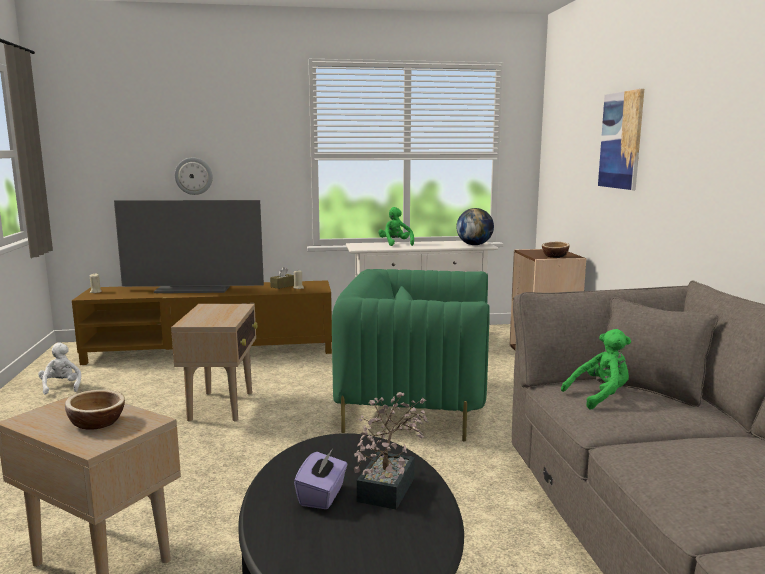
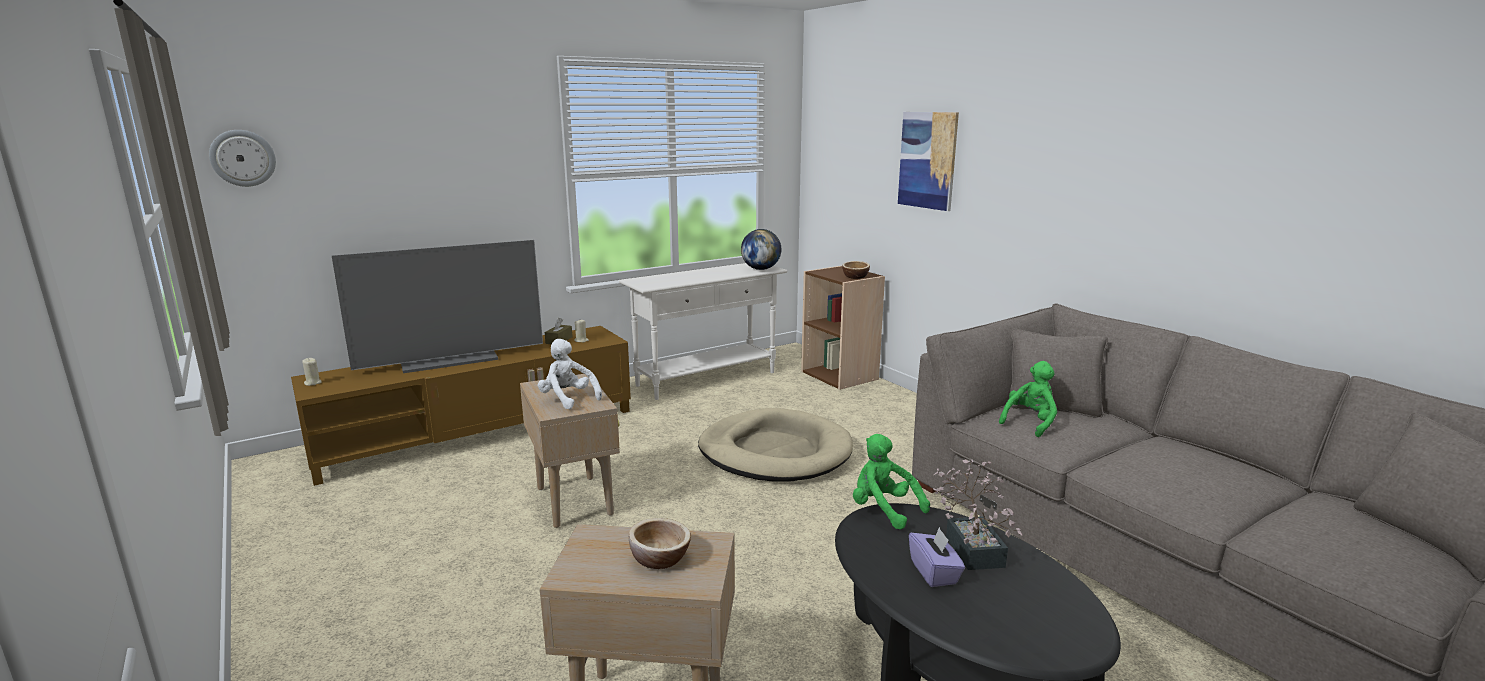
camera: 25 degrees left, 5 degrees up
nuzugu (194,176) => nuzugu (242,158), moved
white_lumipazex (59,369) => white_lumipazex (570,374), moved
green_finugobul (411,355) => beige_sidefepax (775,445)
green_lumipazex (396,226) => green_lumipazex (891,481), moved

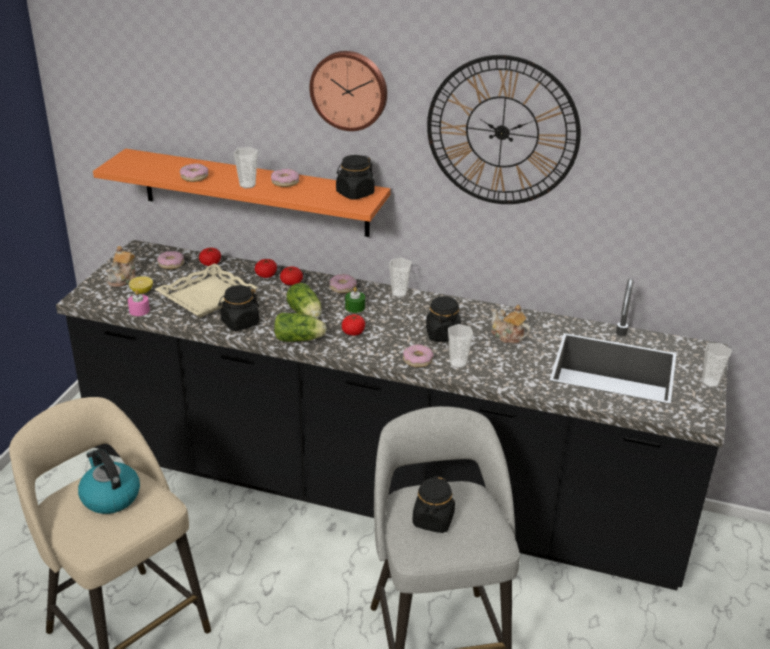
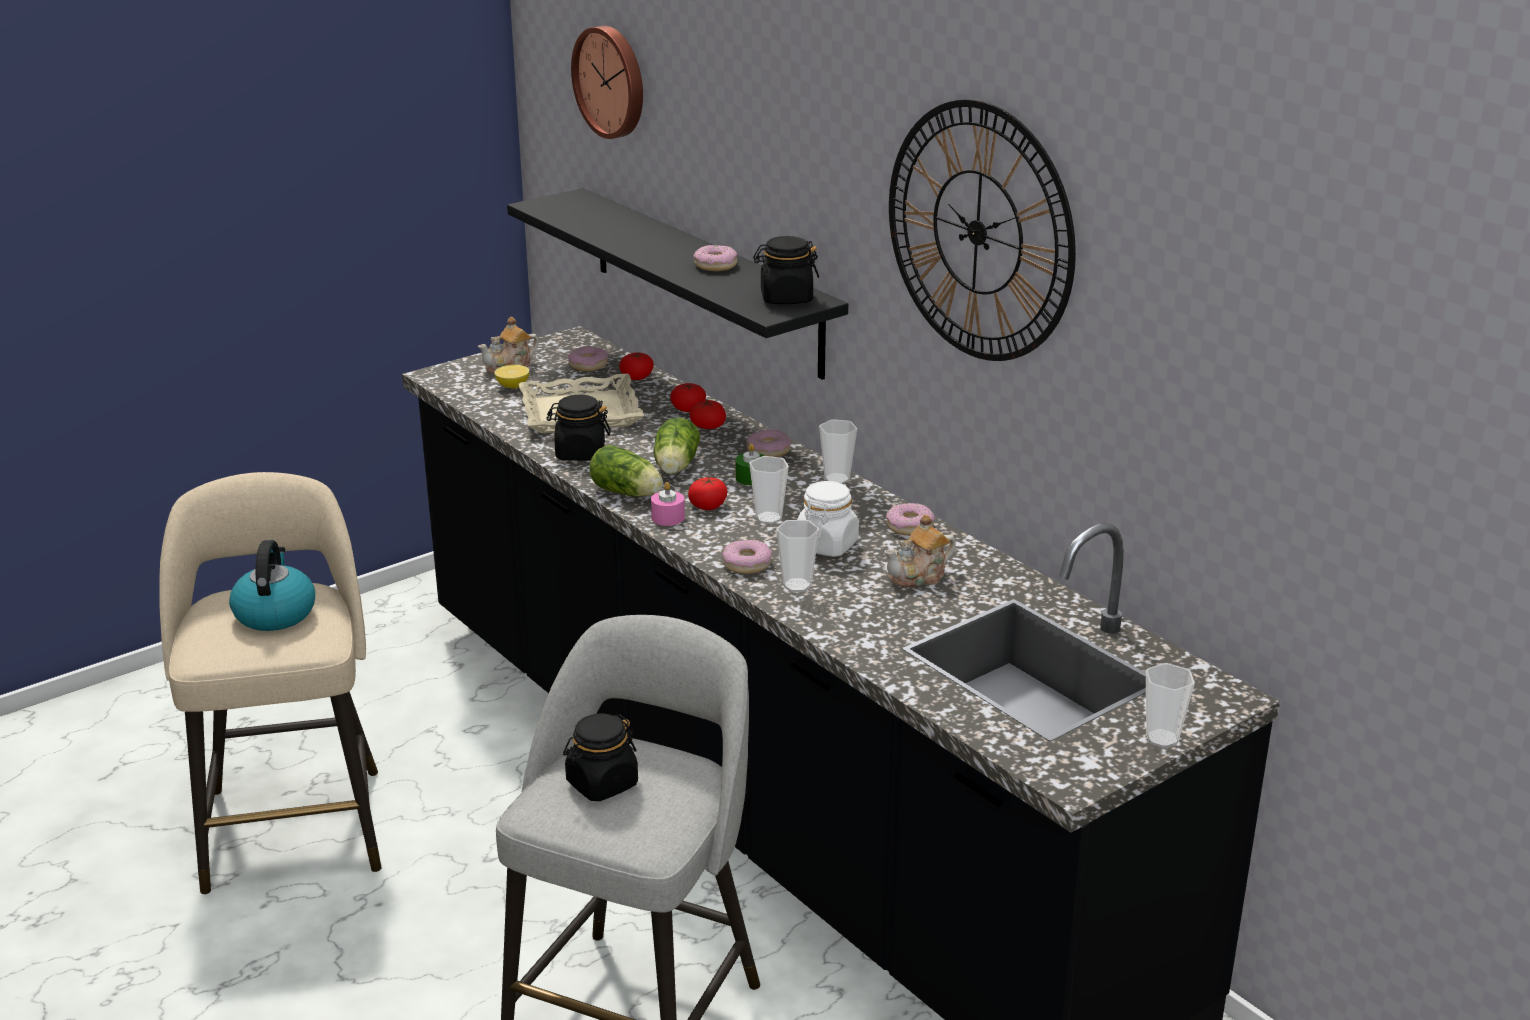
camera: 35 degrees right, 5 degrees down
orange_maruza (242,193) => black_maruza (677,284)
nuzugu (348,91) => nuzugu (607,82), moved
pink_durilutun (139,303) => pink_durilutun (668,504), moved
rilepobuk (245,168) => rilepobuk (769,490), moved
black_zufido (443,318) => white_zufido (828,519)
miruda (511,324) => miruda (920,550), 105 degrees counterclockwise
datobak (194,172) => datobak (910,519), moved

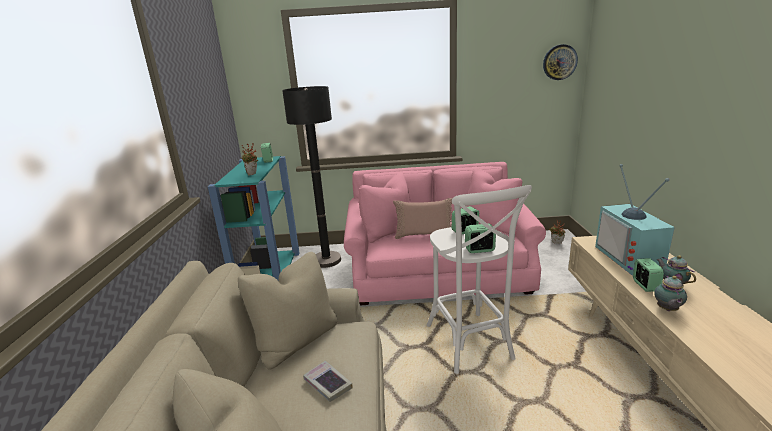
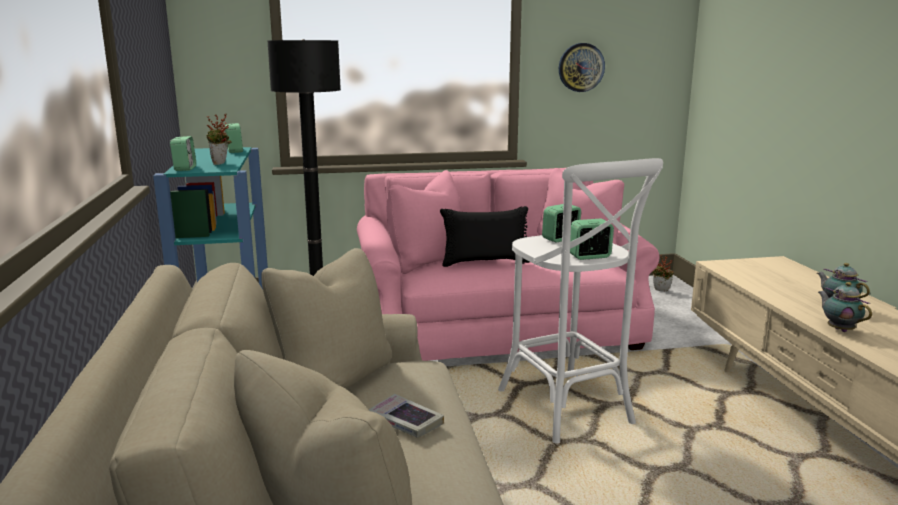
camera: 10 degrees left, 5 degrees down
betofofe (648,275) => betofofe (183,153), moved
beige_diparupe (423,218) => black_diparupe (484,236)
nuzugu (560,62) => nuzugu (582,67), moved
miruda (670,293) => miruda (845,307), 150 degrees clockwise
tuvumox (635,220) => nothing

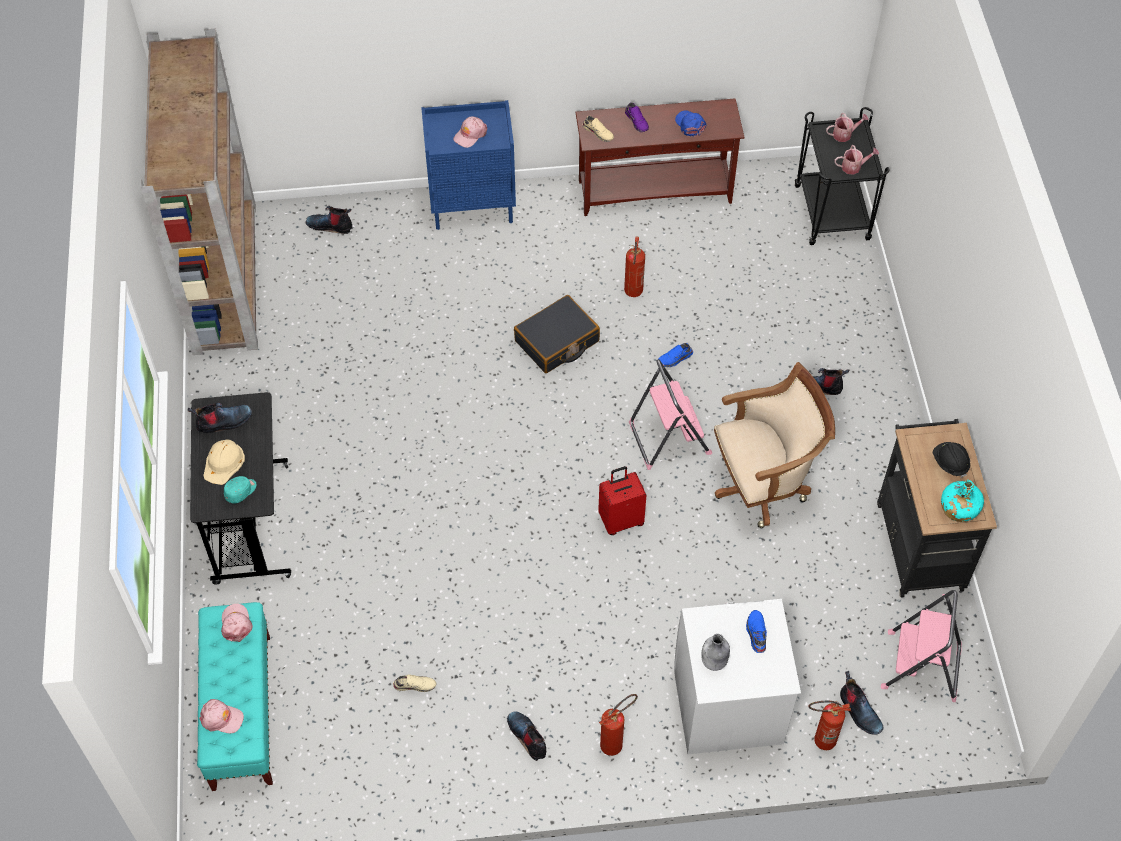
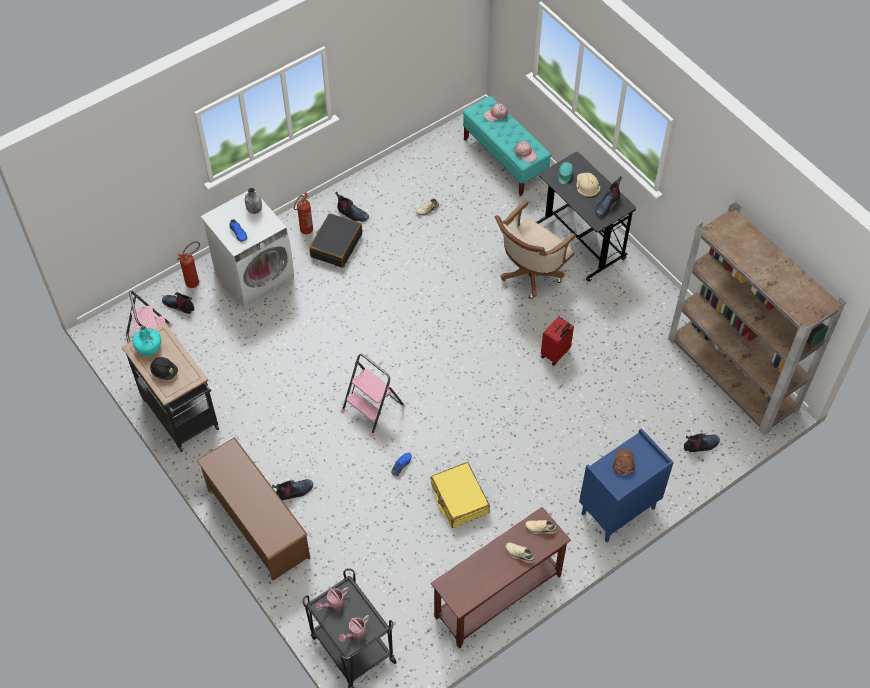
camera: 150 degrees right, 0 degrees up
nothing => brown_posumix (253,509)
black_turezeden (557,334) => black_turezeden (335,240), moved
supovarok (634,267) => yellow_turezeden (460,495)
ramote (774,445) => ramote (535,249), moved
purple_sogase (637,117) => beige_sogase (520,553)
red_turezeden (622,500) => red_turezeden (557,341), moved
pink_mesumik (470,132) => brown_mesumik (624,462)
blue_mesumik (690,123) => nothing

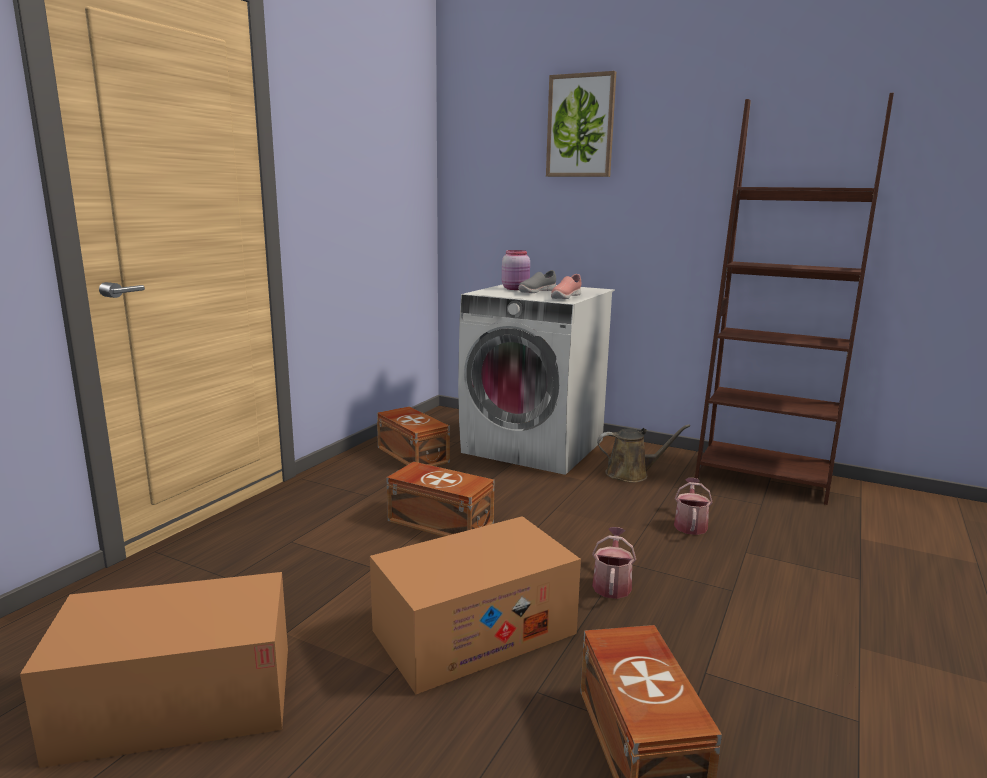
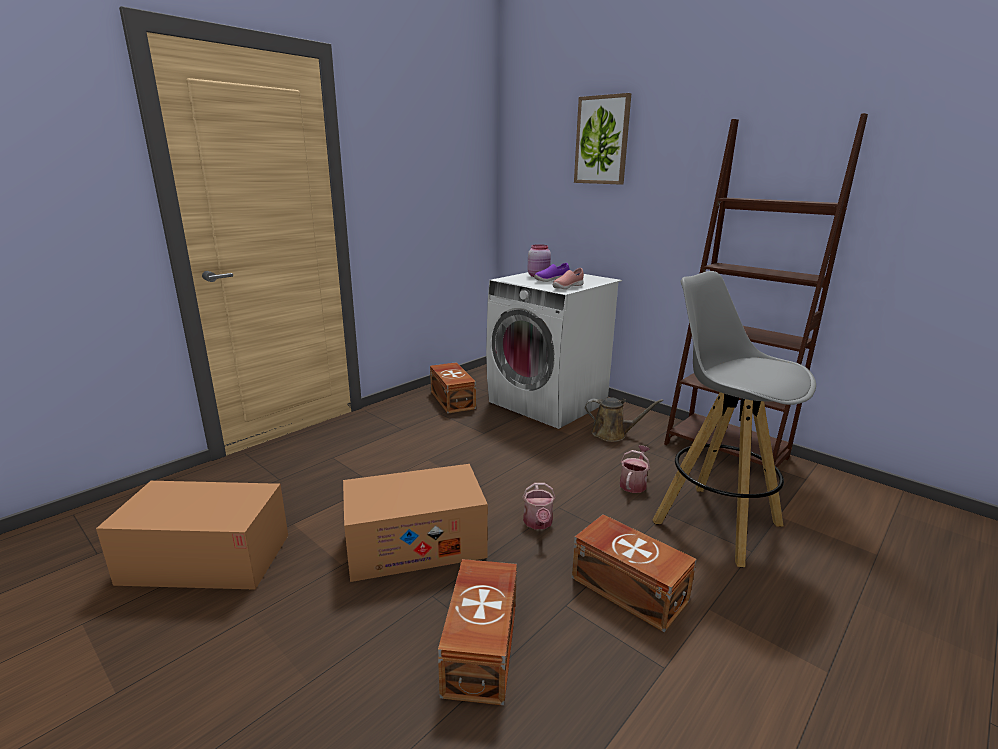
camera: 15 degrees right, 5 degrees up
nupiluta (614,563) => nupiluta (539,506), 150 degrees clockwise
grey_sogase (537,281) => purple_sogase (552,272)
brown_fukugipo (440,499) => brown_fukugipo (634,573), moved
nothing => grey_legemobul (734,419)

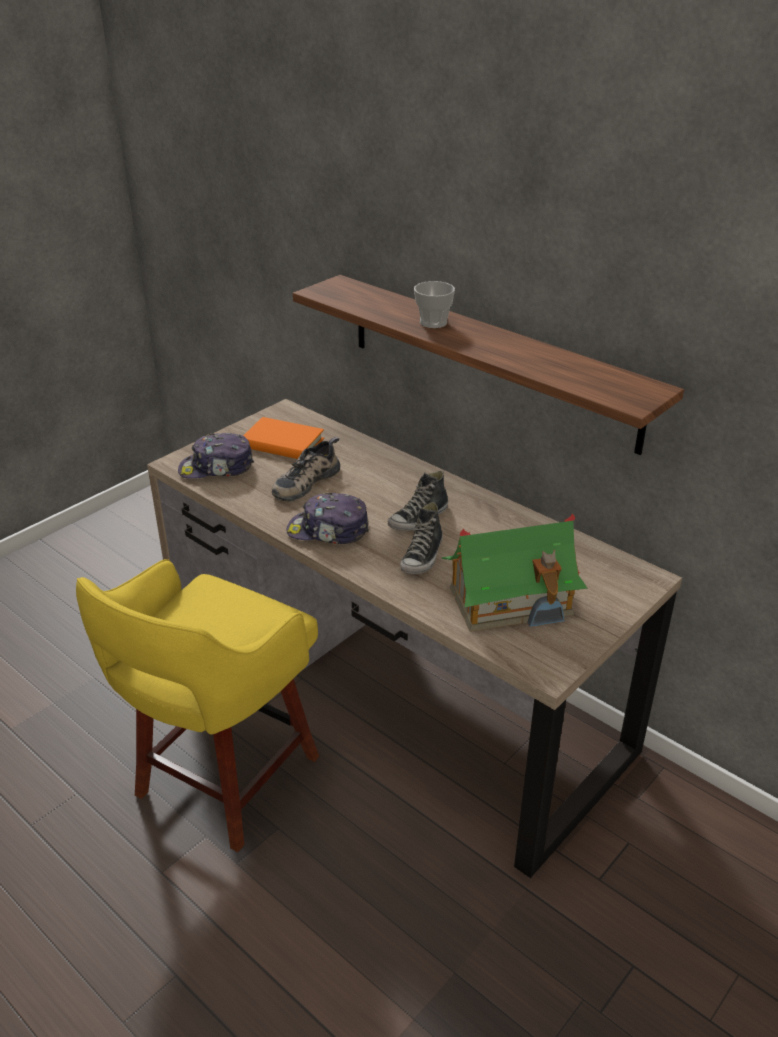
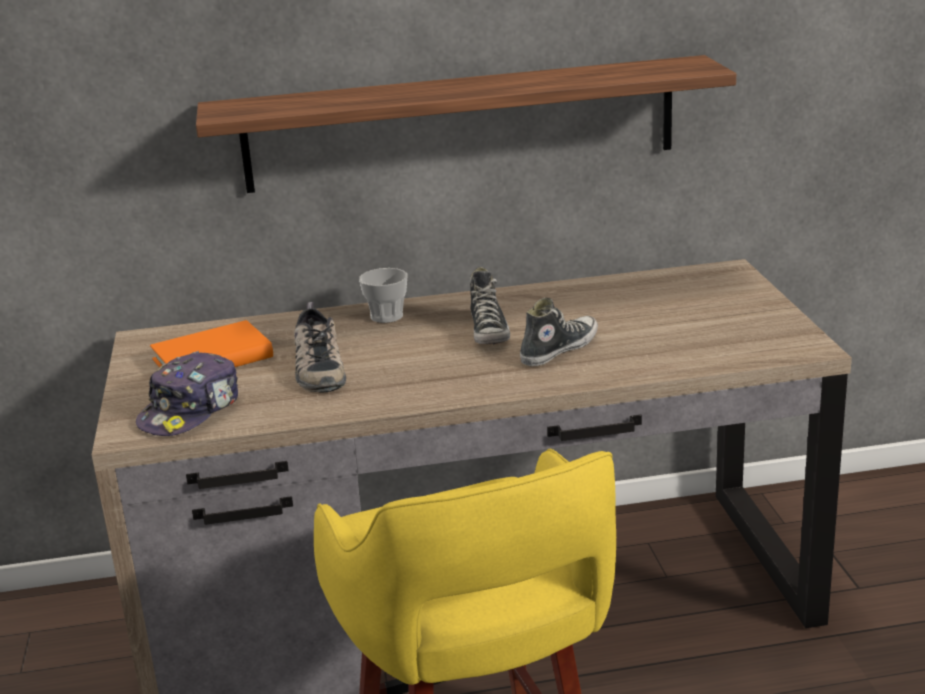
camera: 50 degrees left, 10 degrees down
rilepobuk (434,304) => rilepobuk (383,295), moved
sogase (421,538) => sogase (559,332), 105 degrees counterclockwise
mesumik (327,518) => nothing
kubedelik (515,573) => nothing

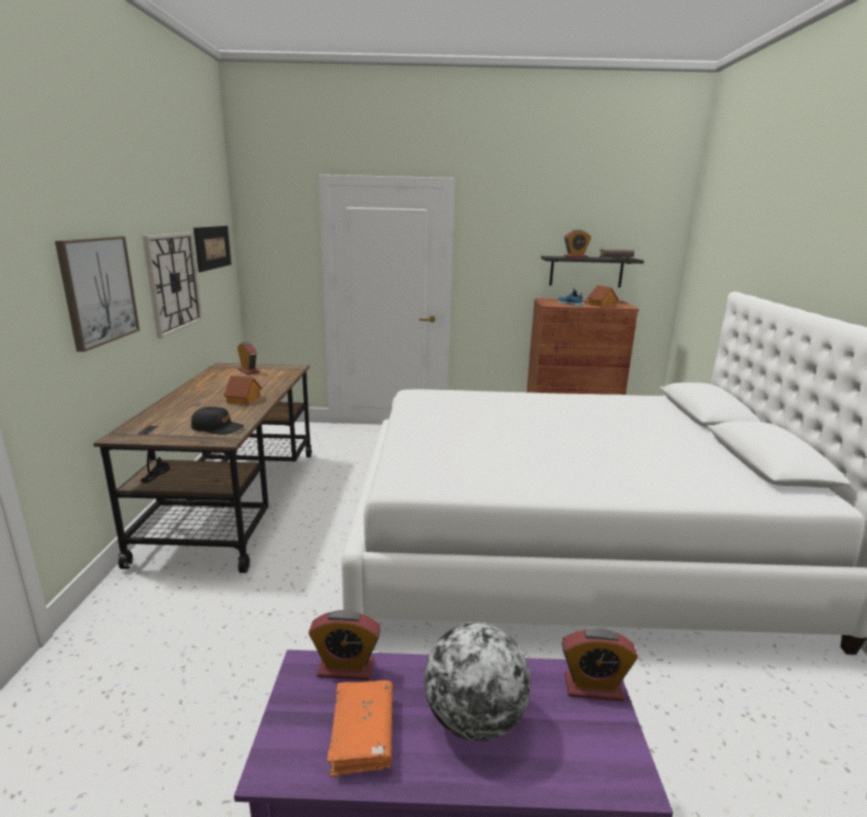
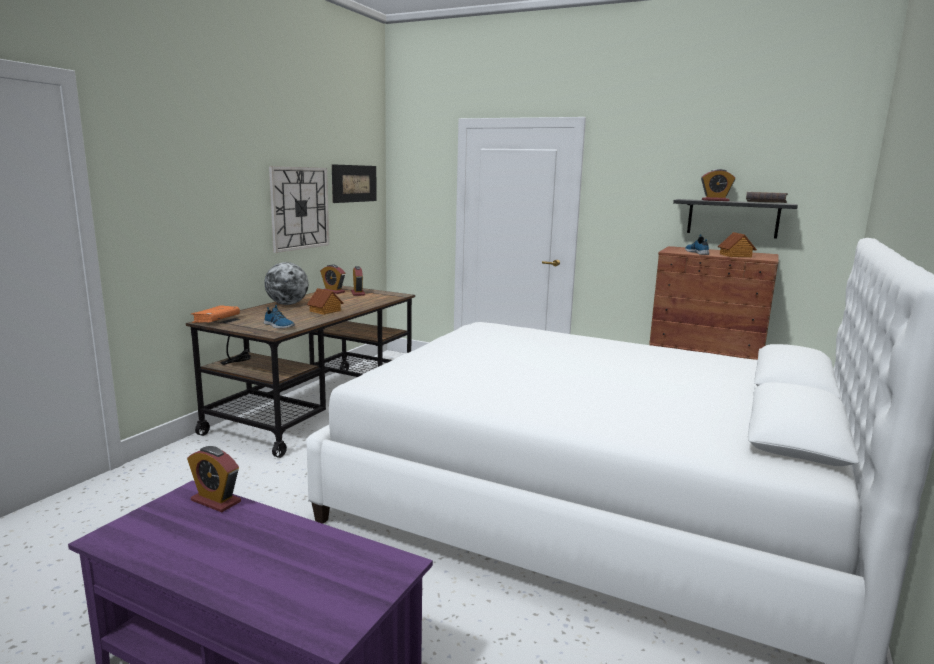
camera: 25 degrees right, 5 degrees down
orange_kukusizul (360,728) => orange_kukusizul (215,314), moved
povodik (477,682) => povodik (286,283), moved
black_mesumik (217,421) => sogase (279,317)
betofofe (600,664) => betofofe (332,279), moved
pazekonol (97,294) => nothing

